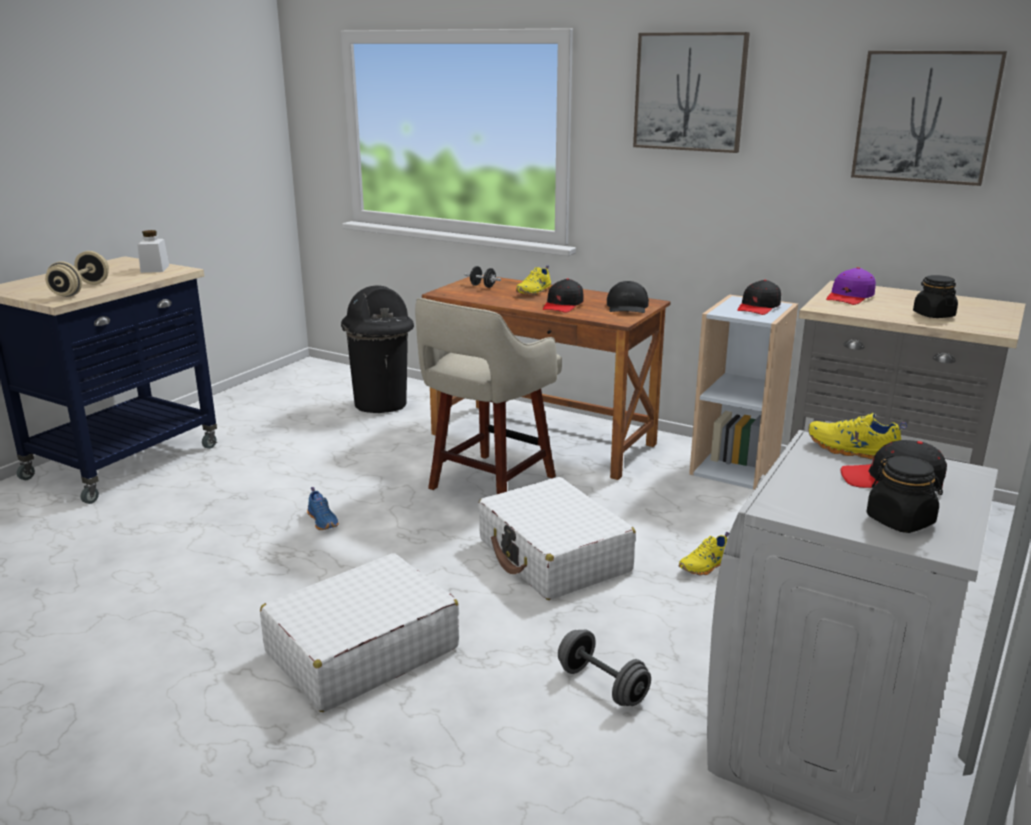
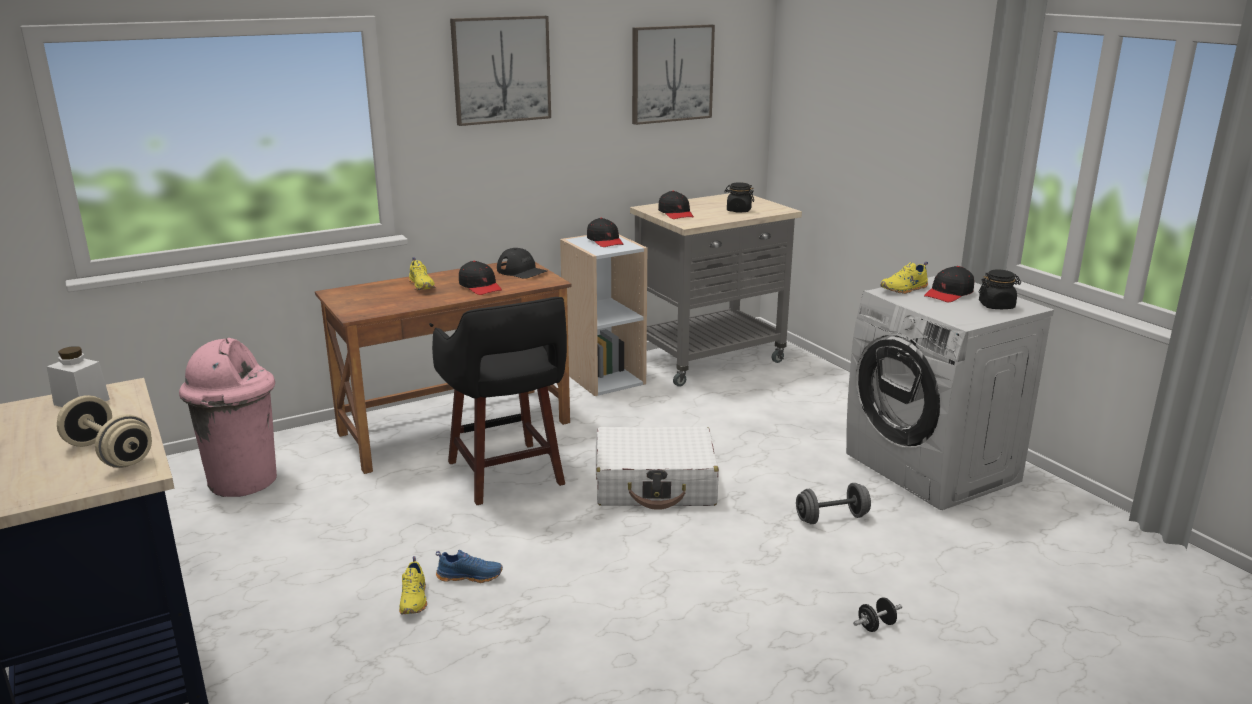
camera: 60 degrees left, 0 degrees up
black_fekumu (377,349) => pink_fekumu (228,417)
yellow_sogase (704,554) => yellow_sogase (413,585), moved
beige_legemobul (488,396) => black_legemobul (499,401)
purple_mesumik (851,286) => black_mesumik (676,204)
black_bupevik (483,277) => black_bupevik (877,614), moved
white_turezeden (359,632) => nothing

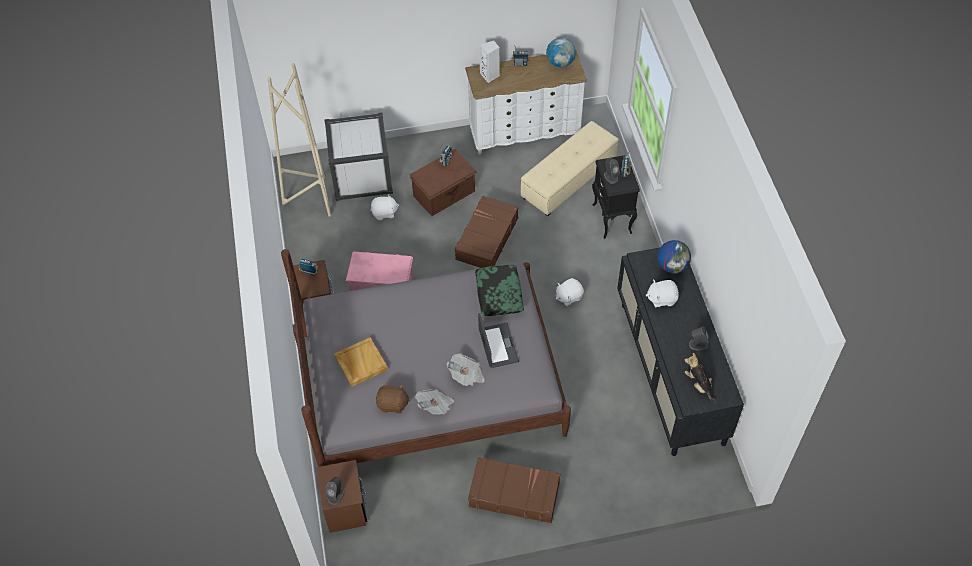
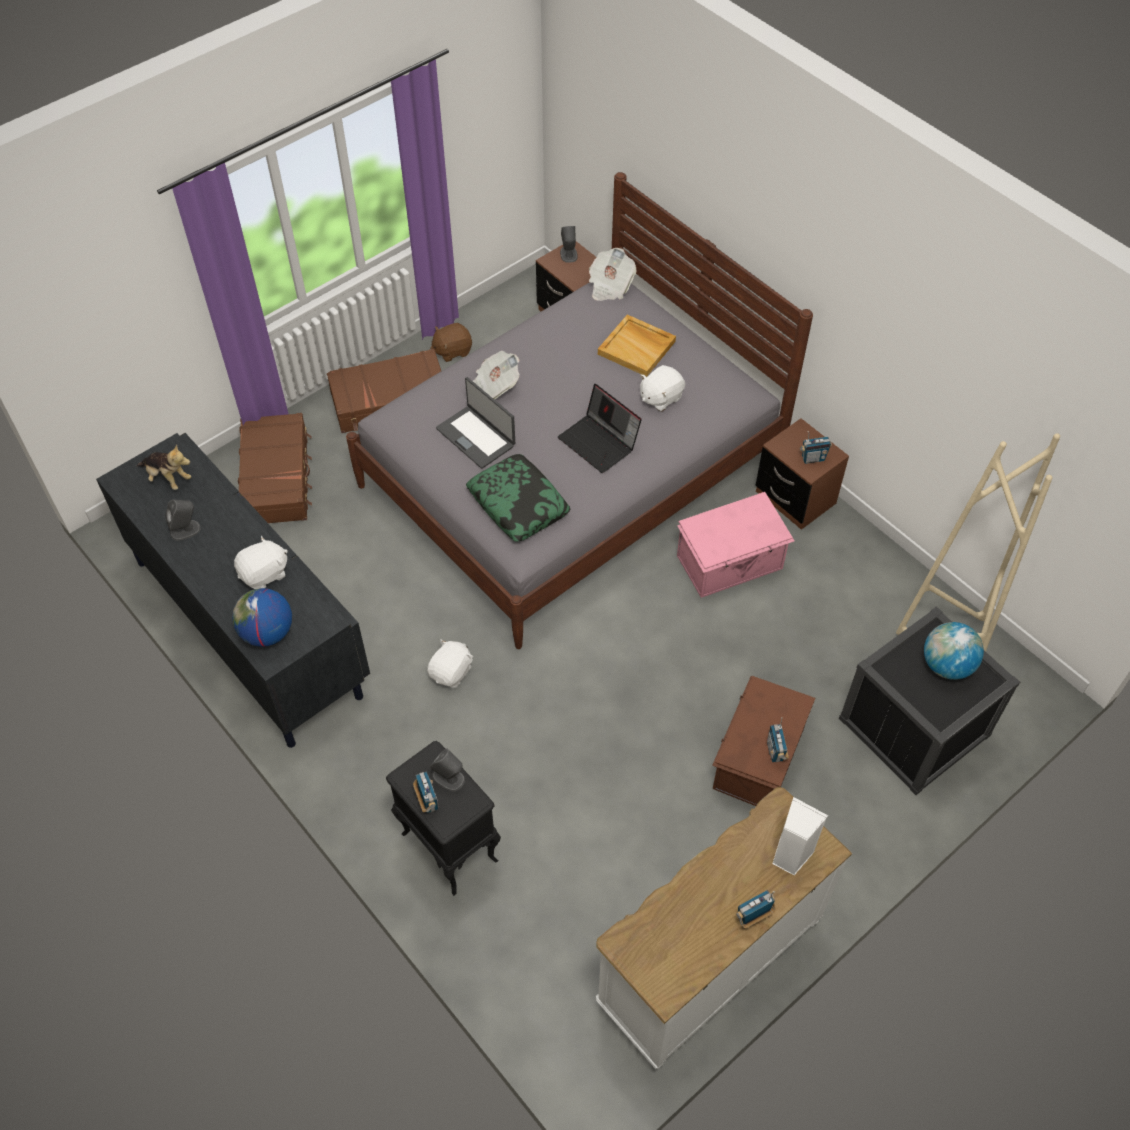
camera: 150 degrees right, 0 degrees up
brown_turezeden (487,232) => brown_turezeden (275,468), moved
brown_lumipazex (393,398) => brown_lumipazex (451,342), moved
nothing => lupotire (600,428)
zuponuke (434,402) => zuponuke (612,274), moved
white_lumipazex (385,207) => white_lumipazex (662,388), moved
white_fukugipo (358,157) => black_fukugipo (929,700)
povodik (561,53) => povodik (954,651), moved
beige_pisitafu (570,168) => nothing

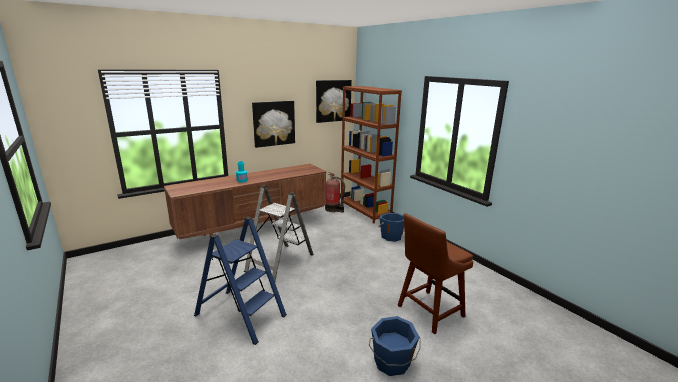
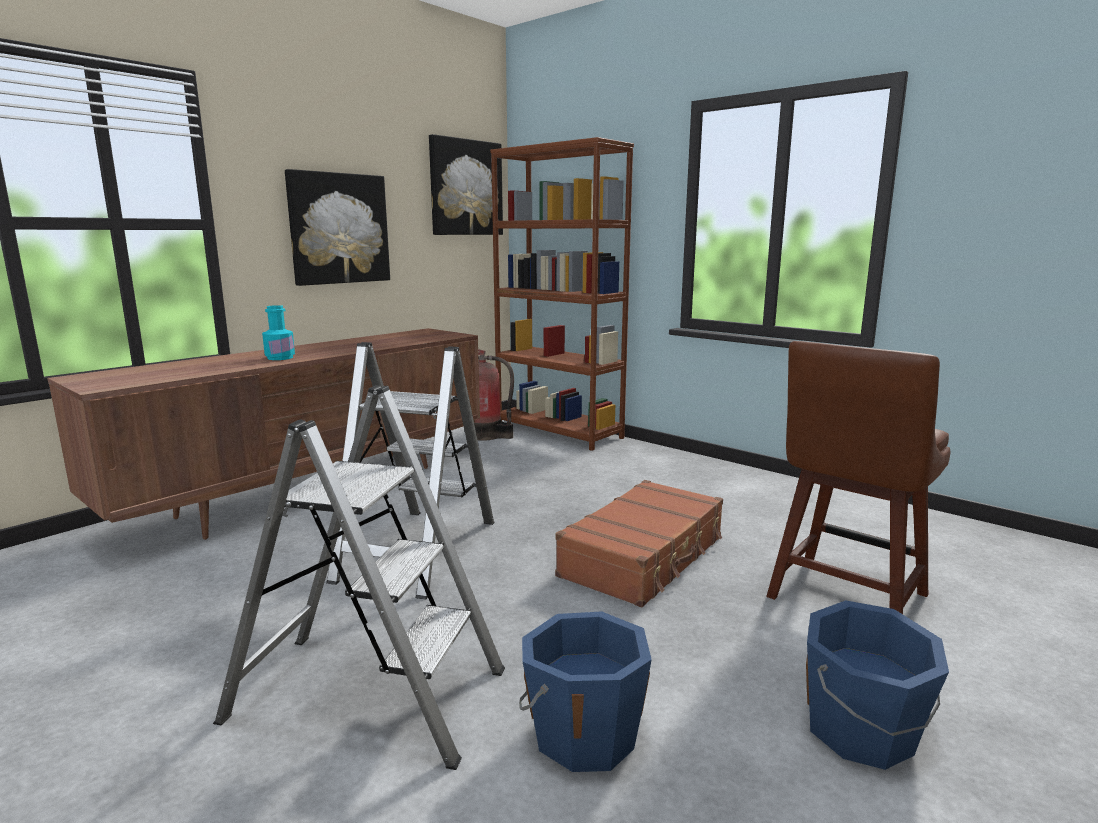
camera: 15 degrees left, 5 degrees down
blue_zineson (240,281) => grey_zineson (359,577)
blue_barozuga (391,227) => blue_barozuga (585,691), moved
nothing => brown_turezeden (639,544)

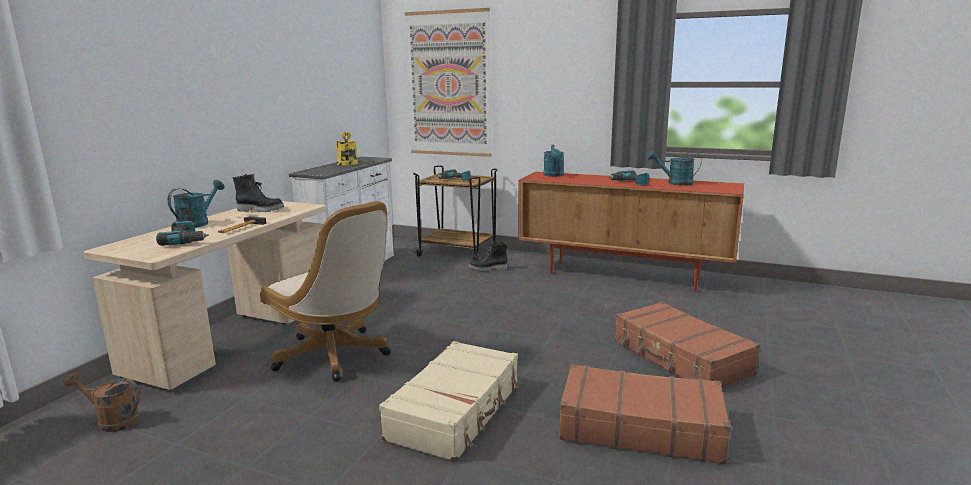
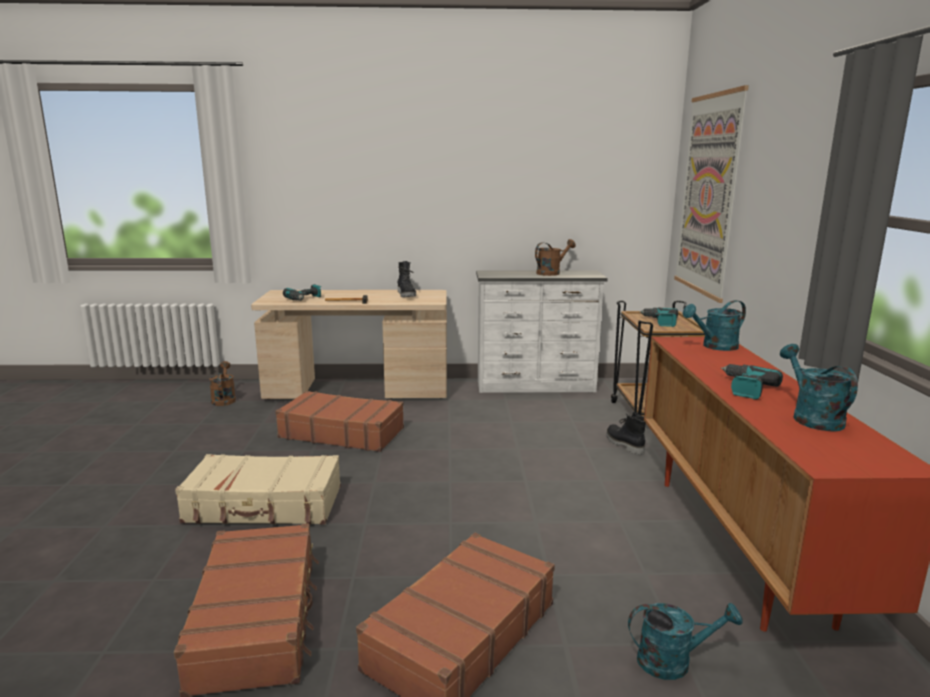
camera: 65 degrees right, 0 degrees up
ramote (325,291) => brown_turezeden (339,421)
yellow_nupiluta (347,149) => brown_nupiluta (555,257)
turquoise_nupiluta (196,204) => turquoise_nupiluta (685,641), moved

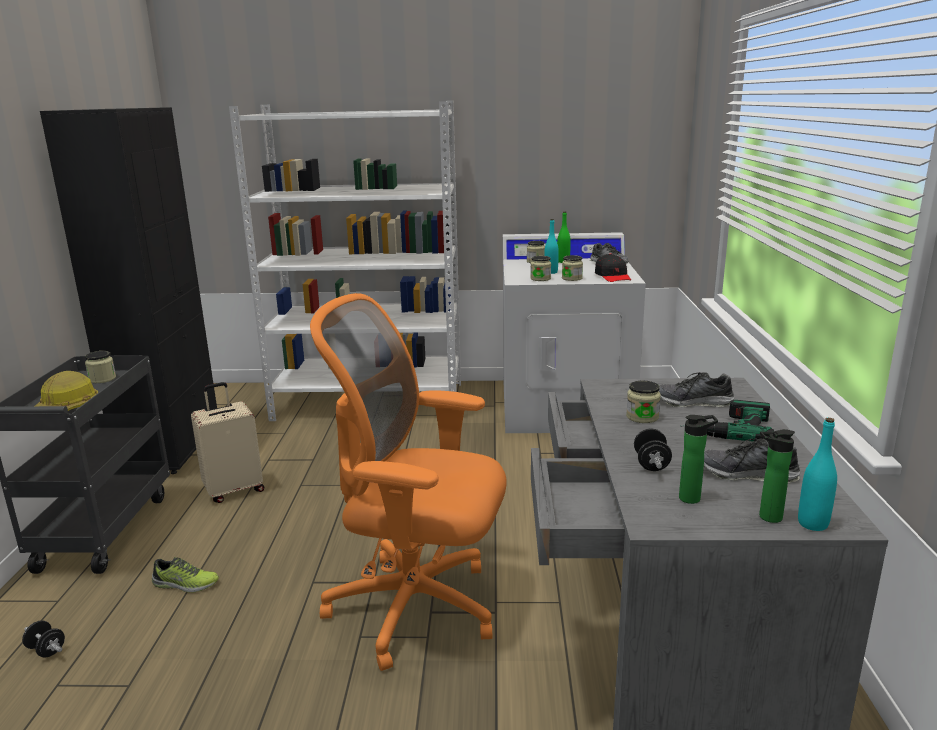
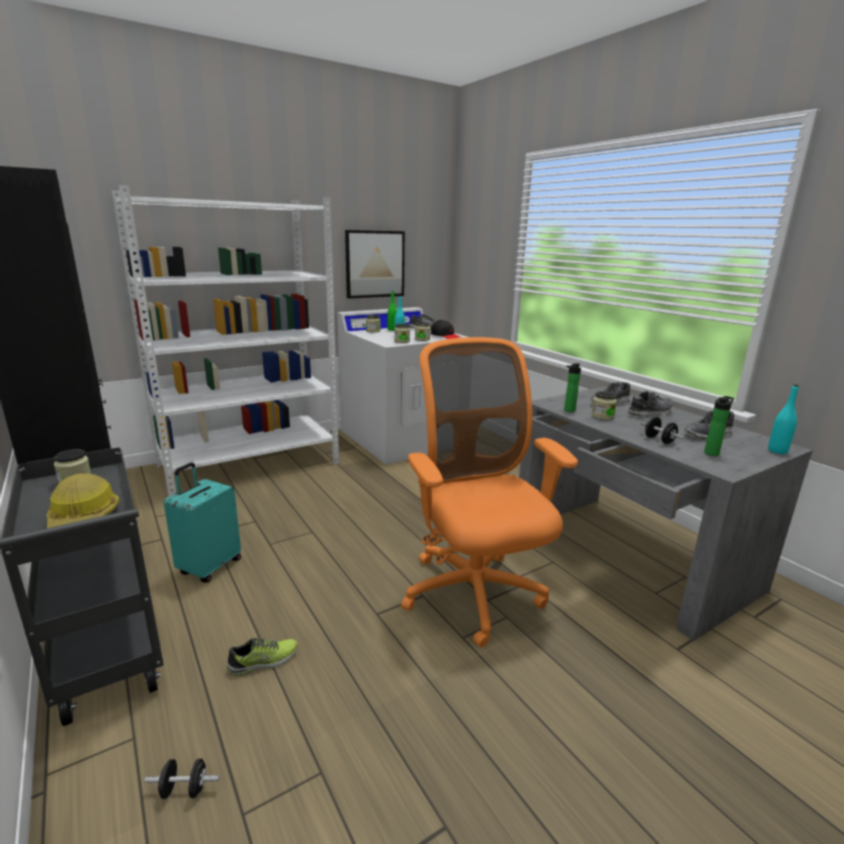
camera: 35 degrees left, 0 degrees up
beige_turezeden (227,442) => turquoise_turezeden (202,522)
nothing => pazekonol (375,264)
orange_ramote (408,482) => orange_ramote (489,492), 90 degrees clockwise
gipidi (777,476) => gipidi (572,387), moved
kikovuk (727,420) => sogase (651,404)

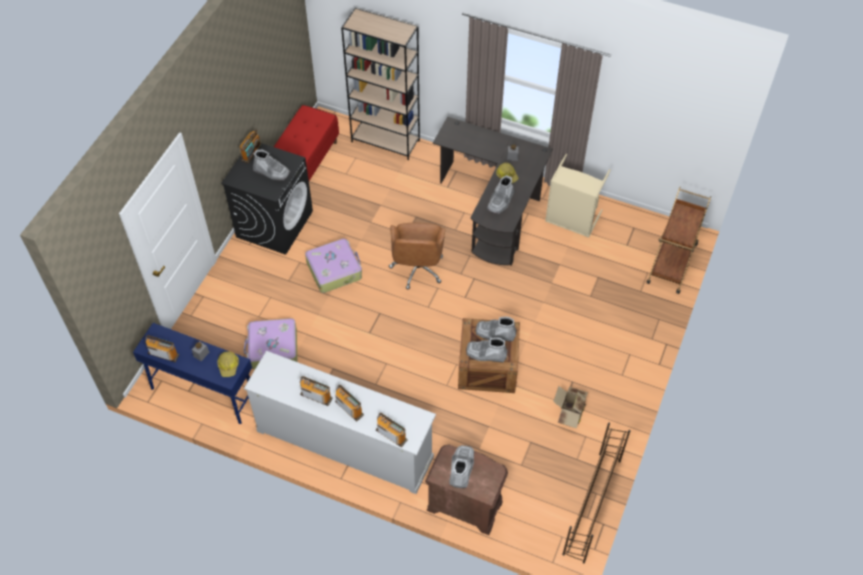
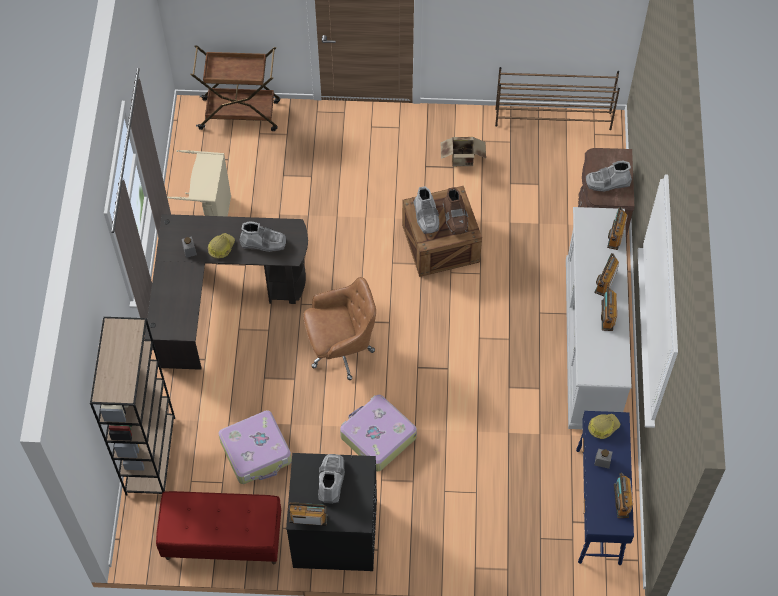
camera: 110 degrees left, 5 degrees up
turezeden (271,343) => turezeden (255,447), moved
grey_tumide (486,350) => brown_tumide (455,211)

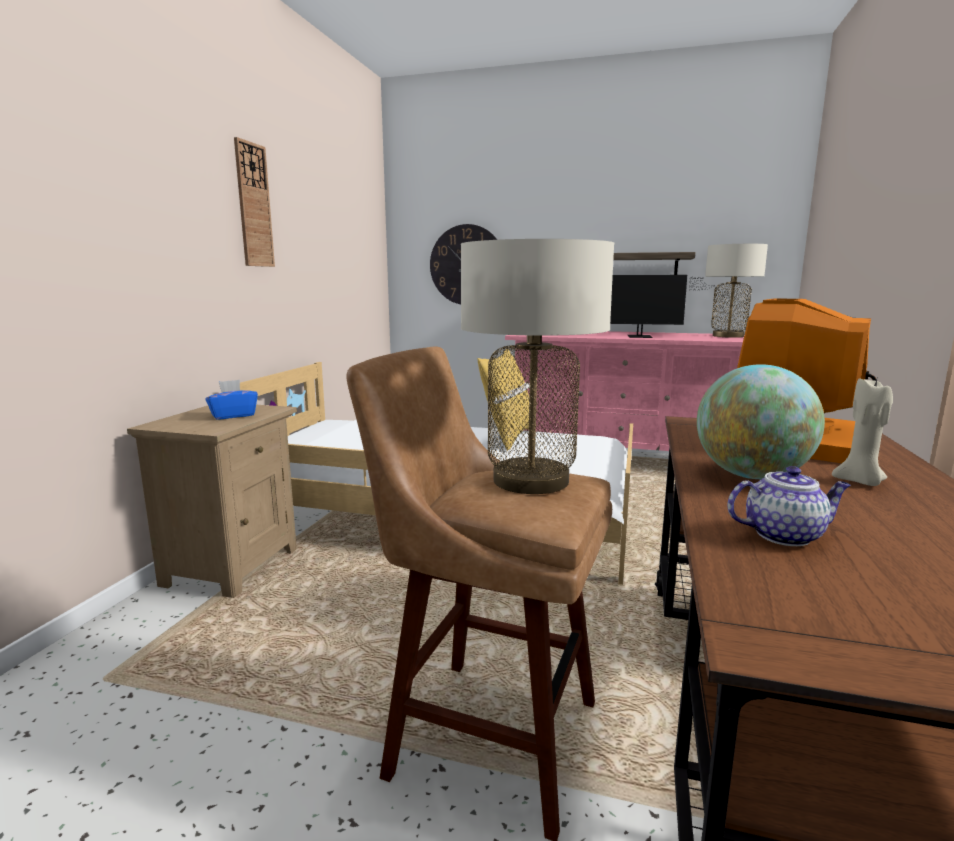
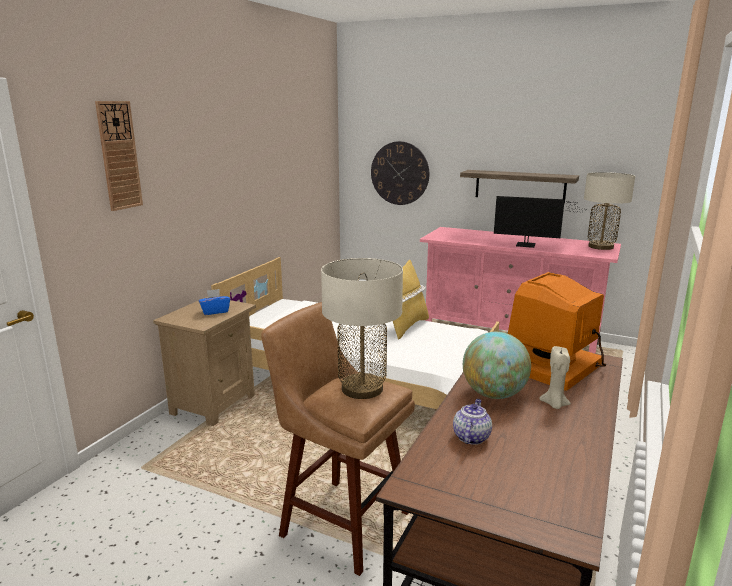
camera: 10 degrees right, 5 degrees up
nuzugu (254,202) => nuzugu (119,156), moved
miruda (789,506) => miruda (472,422), 75 degrees counterclockwise

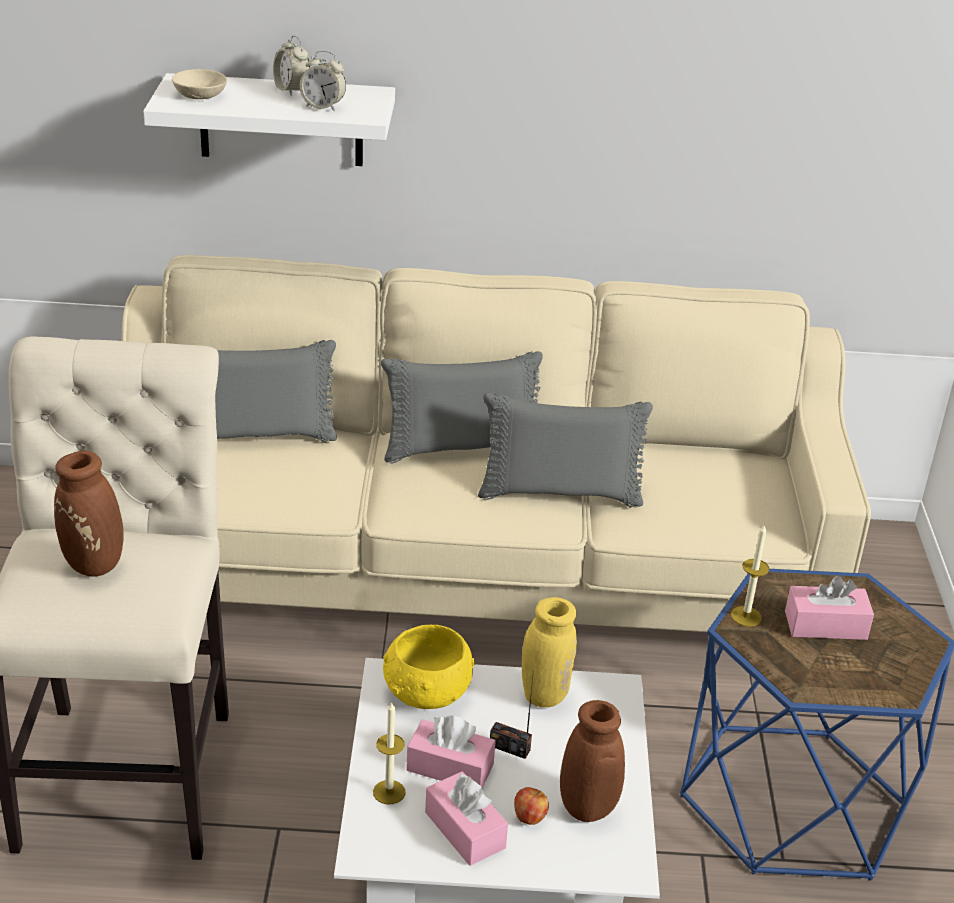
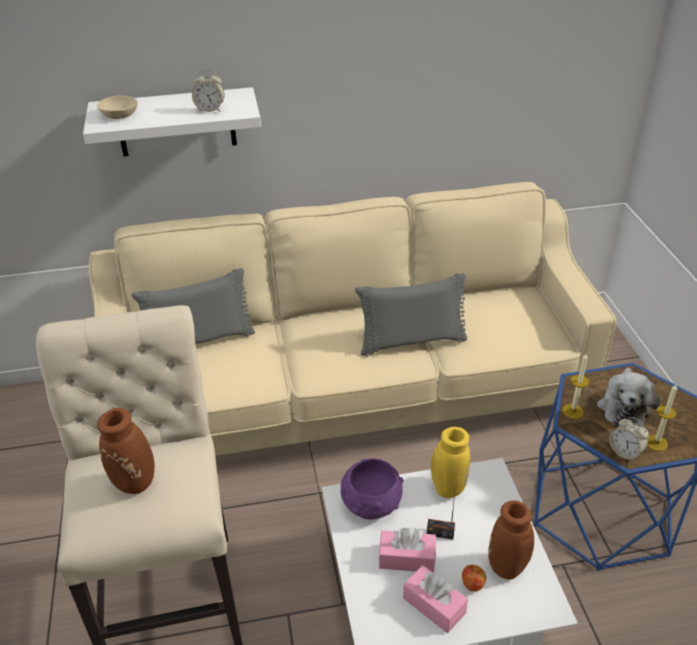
camera: 10 degrees left, 5 degrees up
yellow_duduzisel (429,667) => purple_duduzisel (372,489)
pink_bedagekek (829,608) => lumipazex (628,397)
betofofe (291,66) => betofofe (629,439), moved
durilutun (389,753) => durilutun (662,417), moved
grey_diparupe (462,407) => nothing

